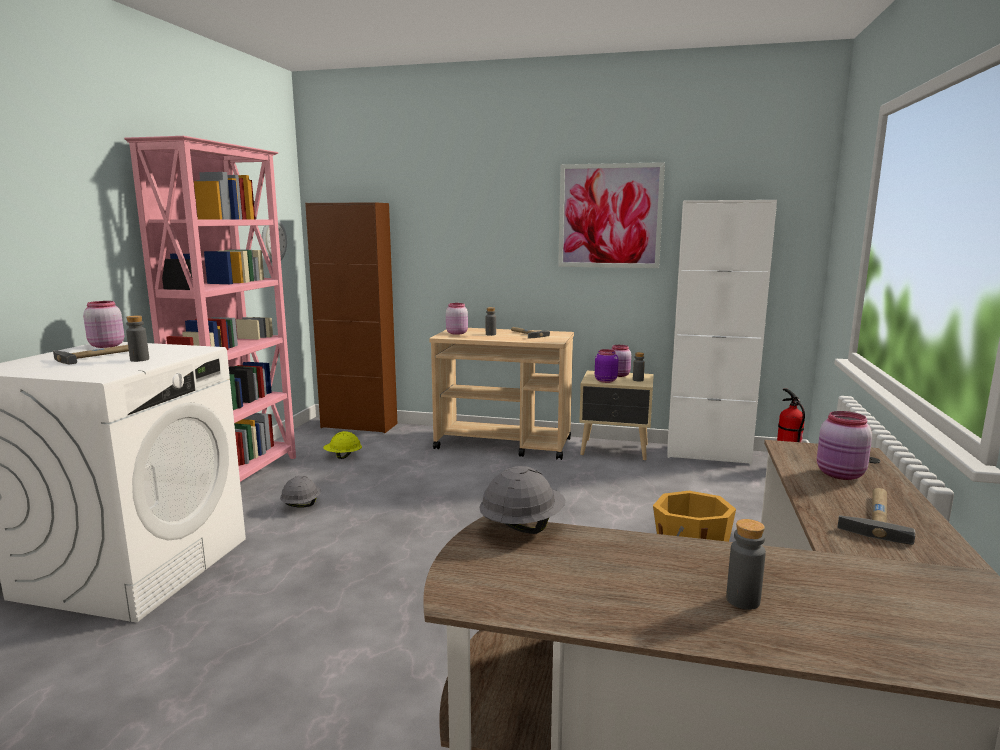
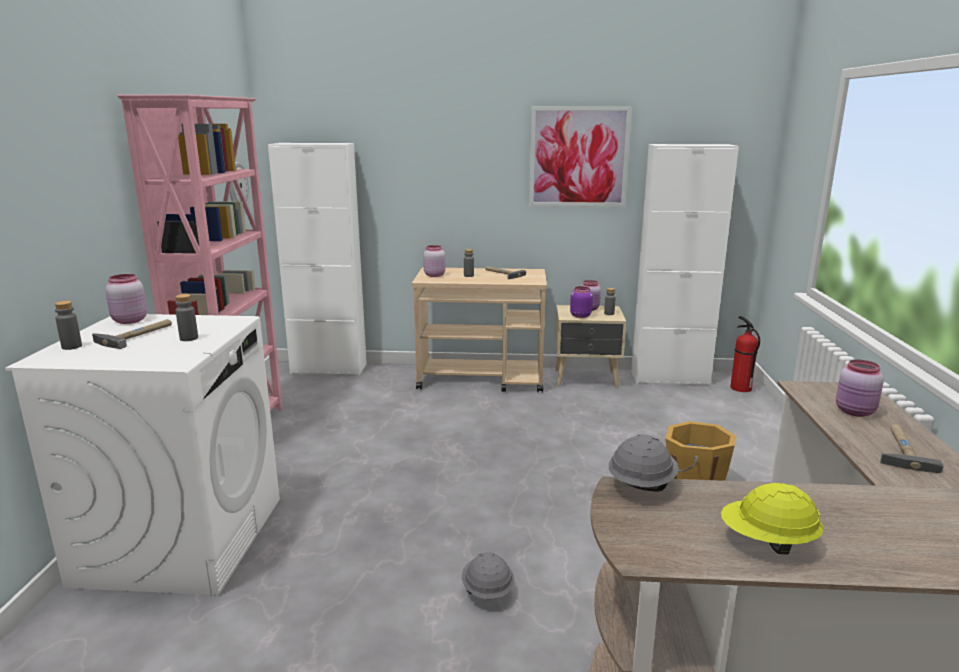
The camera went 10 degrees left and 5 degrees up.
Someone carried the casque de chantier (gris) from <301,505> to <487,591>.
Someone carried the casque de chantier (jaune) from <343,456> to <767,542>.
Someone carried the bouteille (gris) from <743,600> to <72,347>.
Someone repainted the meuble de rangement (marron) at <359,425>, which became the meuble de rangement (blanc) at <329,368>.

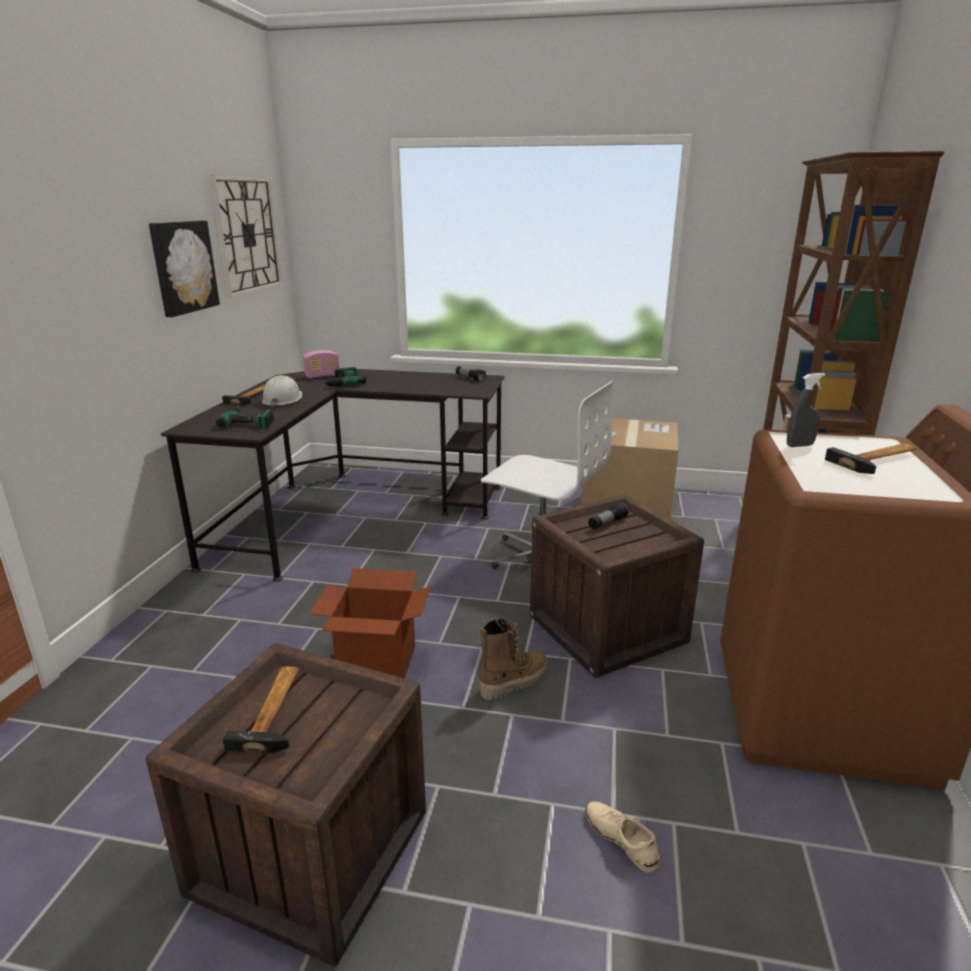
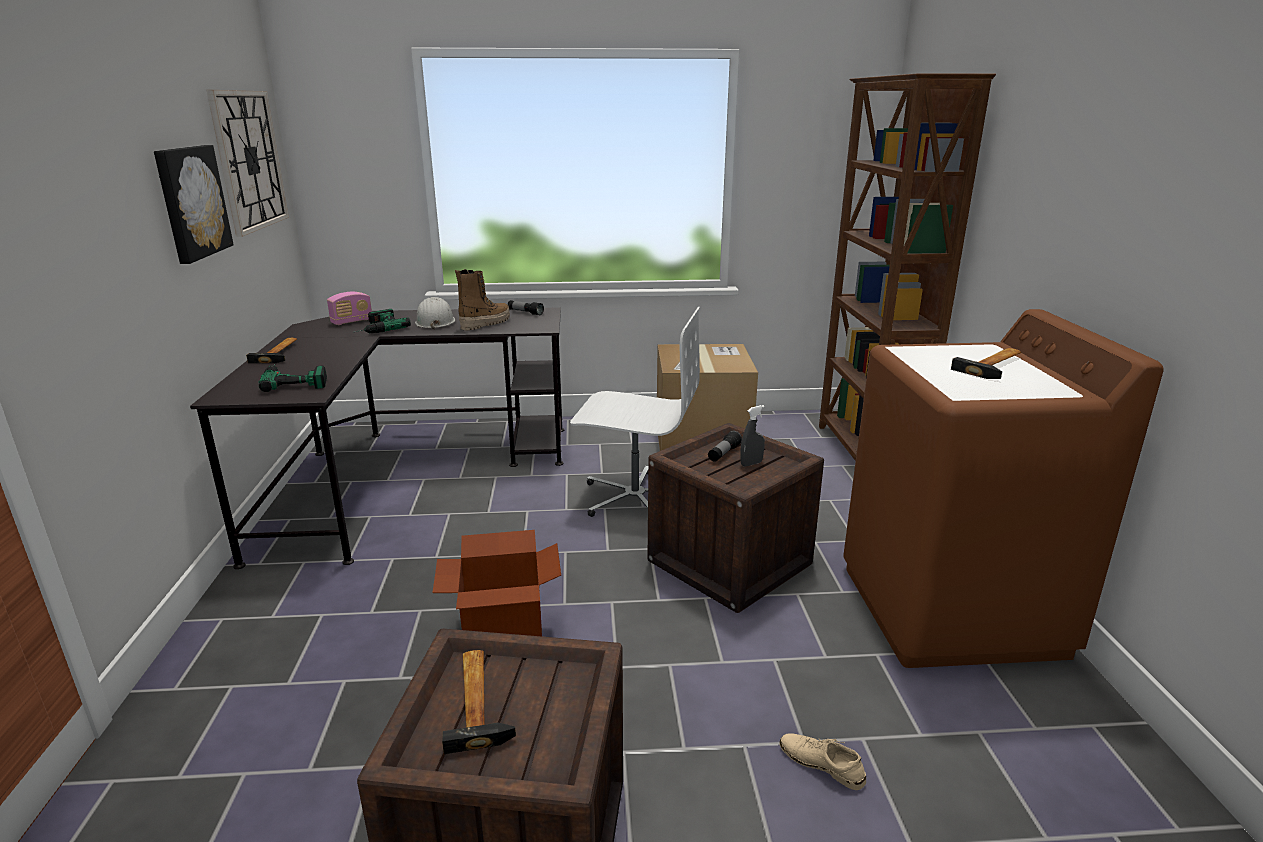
The camera went 15 degrees left and 0 degrees up.
Someone carried the casque de chantier (blanc) from <282,399> to <435,322>.
Someone carried the botte from <513,681> to <485,323>.
Someone carried the vaporisateur (gris) from <799,445> to <751,463>.

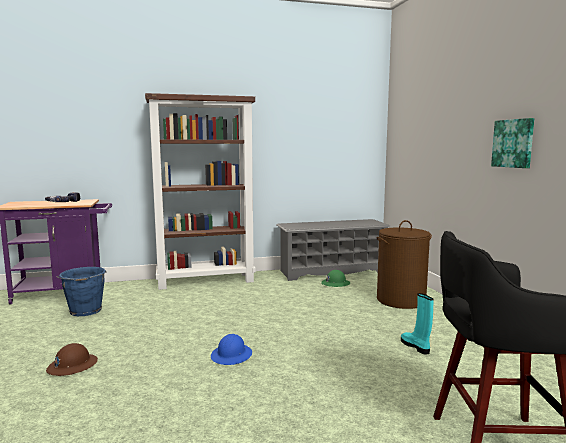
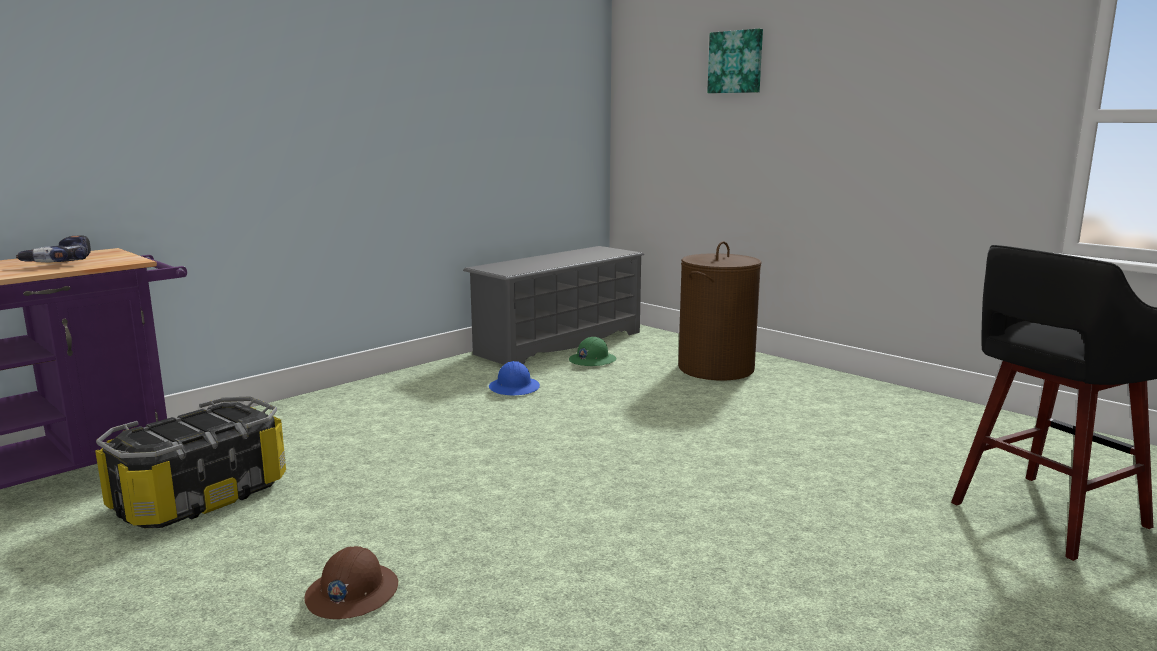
The camera went 30 degrees left and 5 degrees up.
Someone took away the bibliothèque (marron) at <206,281>.
Someone took away the botte (turquoise) at <416,347>.
Someone carried the casque de chantier (bleu) from <231,355> to <514,388>.
Someone carried the tableau from <513,143> to <736,62>.
Someone swapped the seau (bleu) at <85,311> for the boîte de rangement at <200,497>.

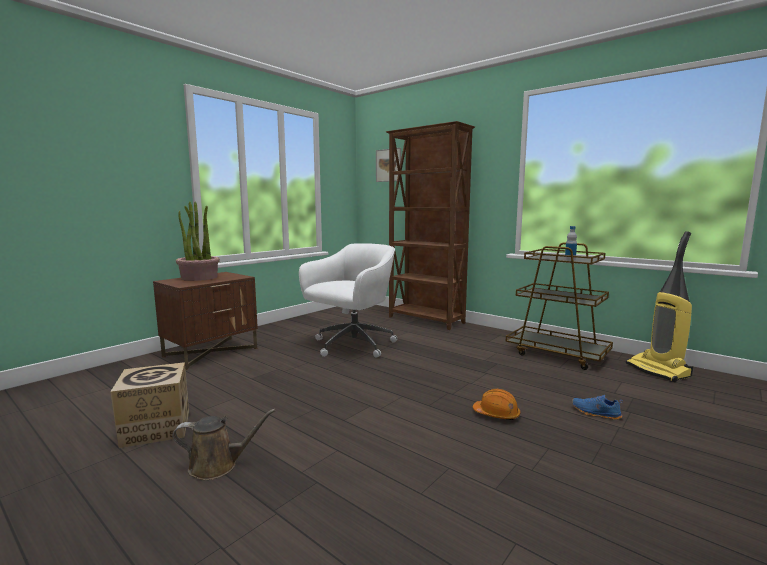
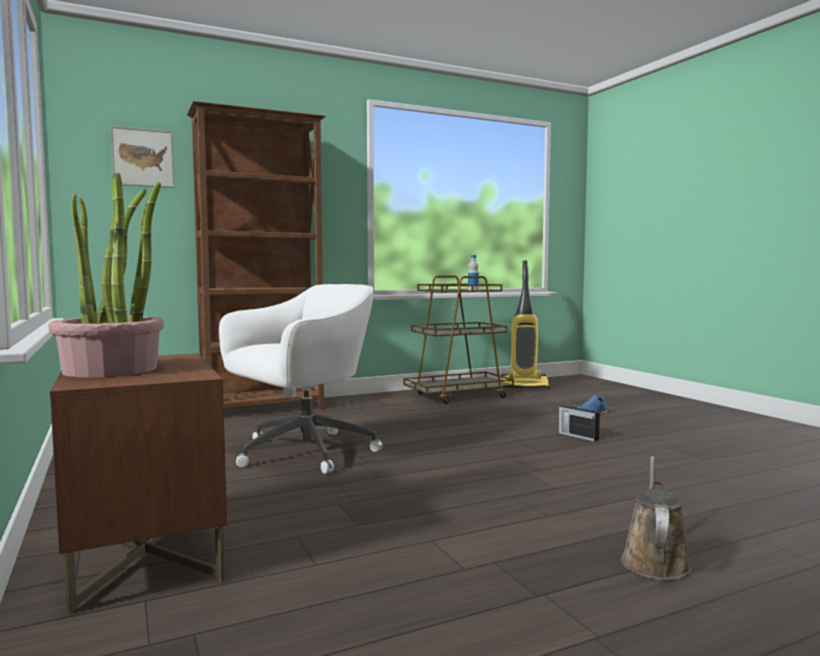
The camera went 65 degrees left and 5 degrees down.
Someone took away the carton at <156,428>.
Someone swapped the casque de chantier (orange) at <496,414> for the radio at <577,436>.
Someone rotated the chaise de bureau (blanc) at <352,345> by 75 degrees clockwise.

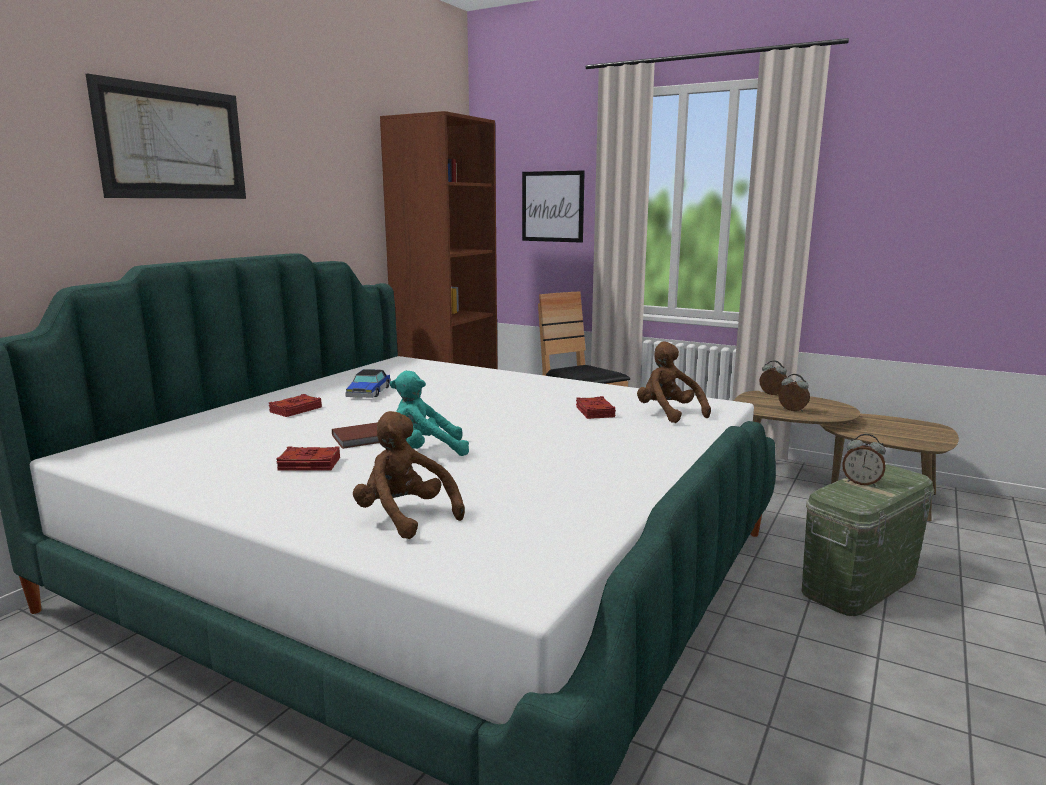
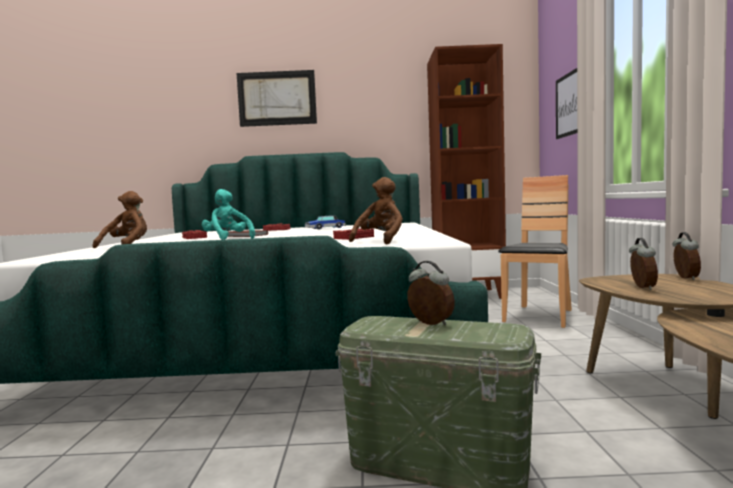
The camera went 60 degrees right and 10 degrees down.
Someone rotated the réveil at <861,483> by 135 degrees clockwise.

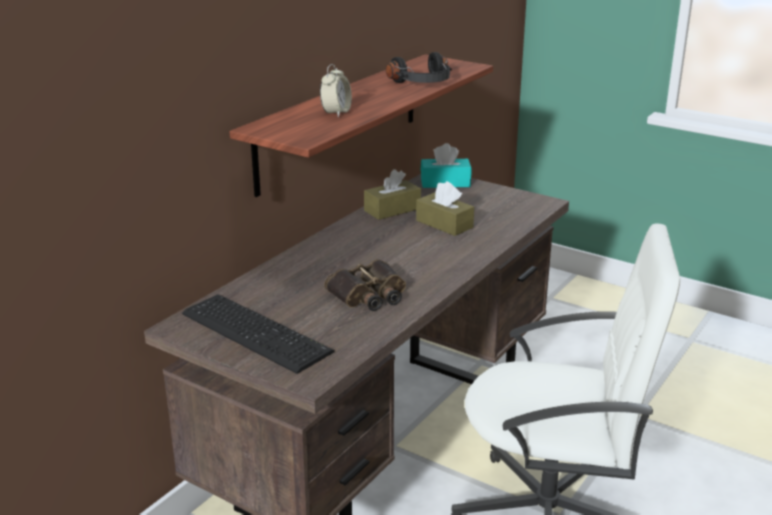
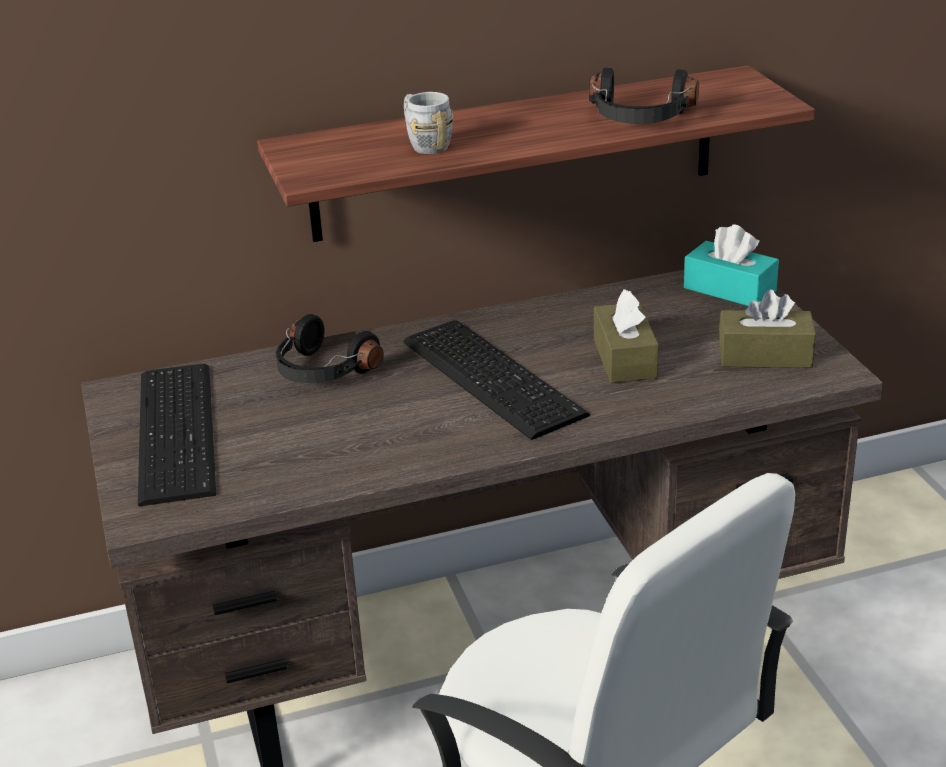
The camera went 40 degrees right and 5 degrees up.
Someone took away the jumelles at <369,295>.
Someone put down the casque audio (noir) at <322,371>.
Someone put down the clavier at <494,375>.
Someone carried the boîte à mouchoirs (marron) from <392,209> to <765,355>.
Someone swapped the réveil at <336,113> for the mug (gris) at <425,144>.

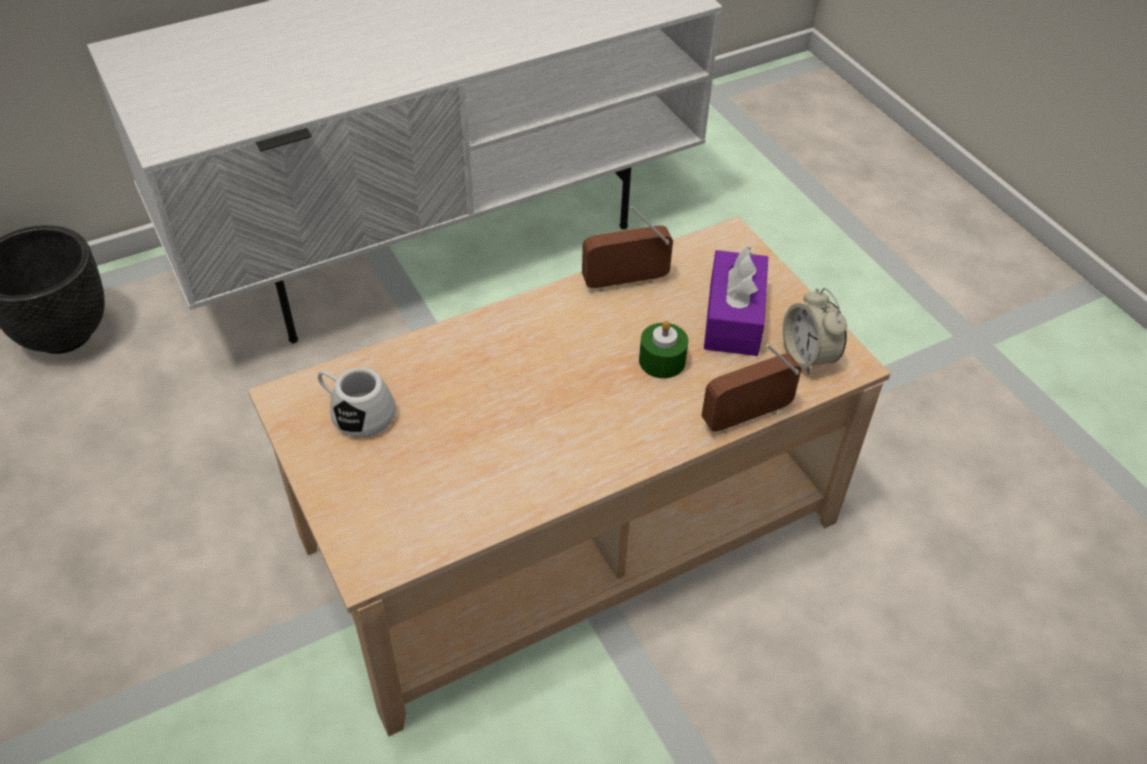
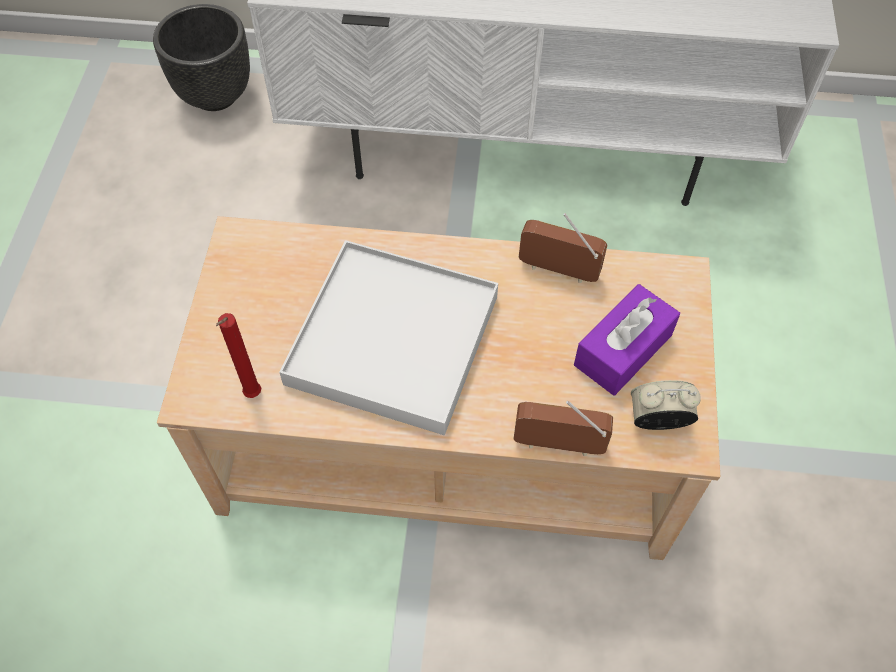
The camera went 35 degrees right and 10 degrees up.
Someone took away the mug (blanc) at <356,412>.
Someone took away the bougie (vert) at <662,361>.
Someone put down the bougie (rouge) at <251,396>.
Someone put down the plateau (blanc) at <393,340>.
Someone rotated the réveil at <808,356> by 75 degrees clockwise.

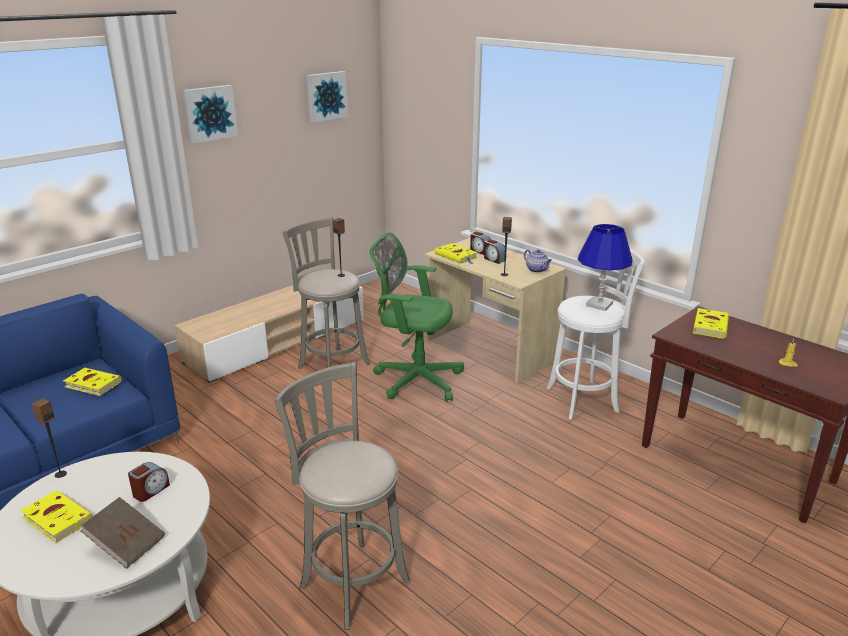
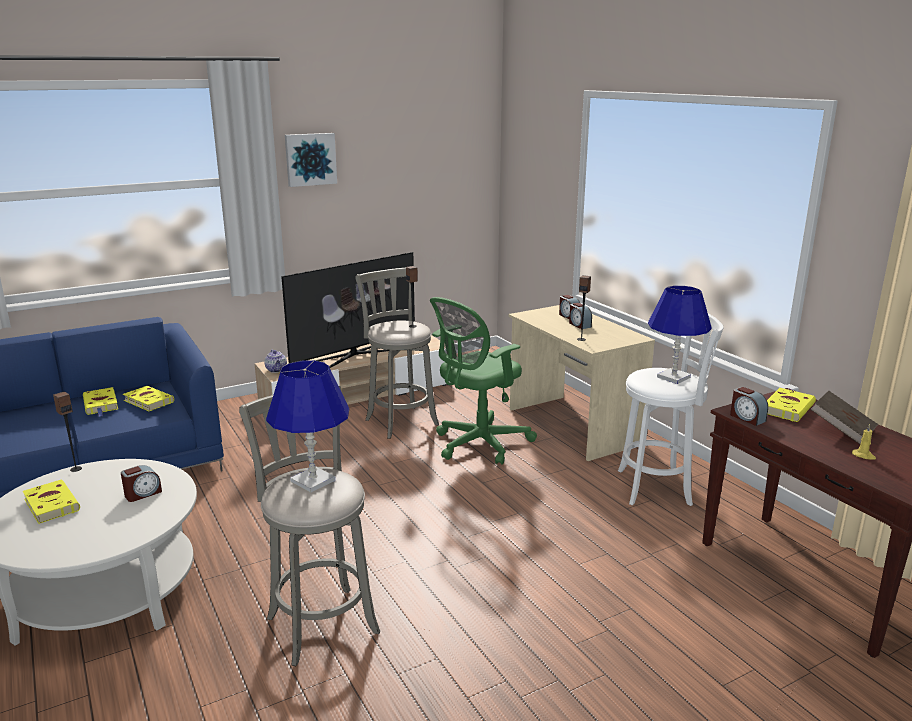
The camera went 15 degrees right and 5 degrees down.
Someone took away the tableau at <326,96>.
Someone put down the lampe de table (bleu) at <313,481>.
Someone put down the téléviseur at <354,356>.
Someone put down the réveil at <747,418>.
Someone carried the livre (marron) from <126,544> to <841,430>.
Someone carried the livre (jaune) from <457,256> to <101,404>.
Someone carried the théière from <537,270> to <276,370>.
Someone rotated the chaise de bureau (vert) at <415,379> by 75 degrees counterclockwise.

